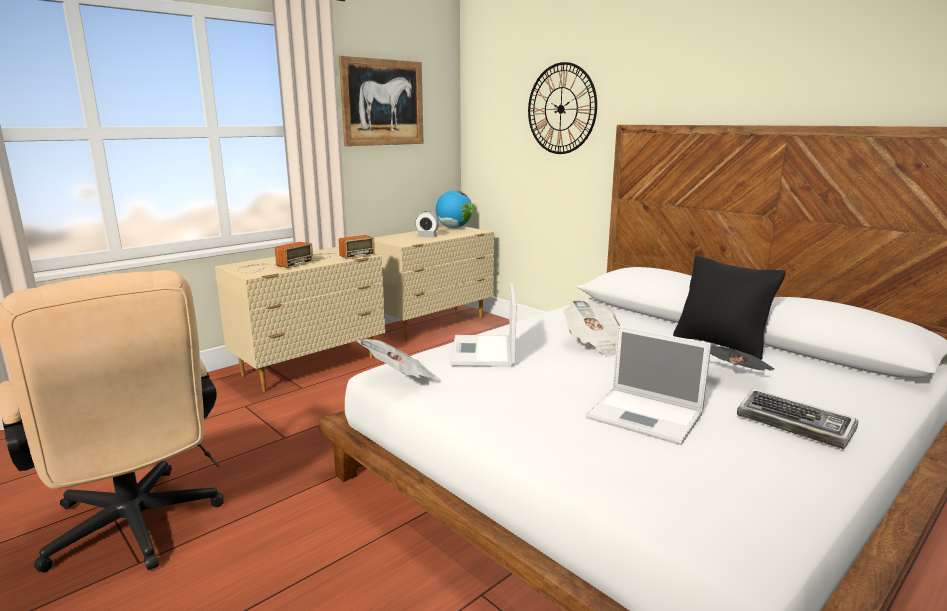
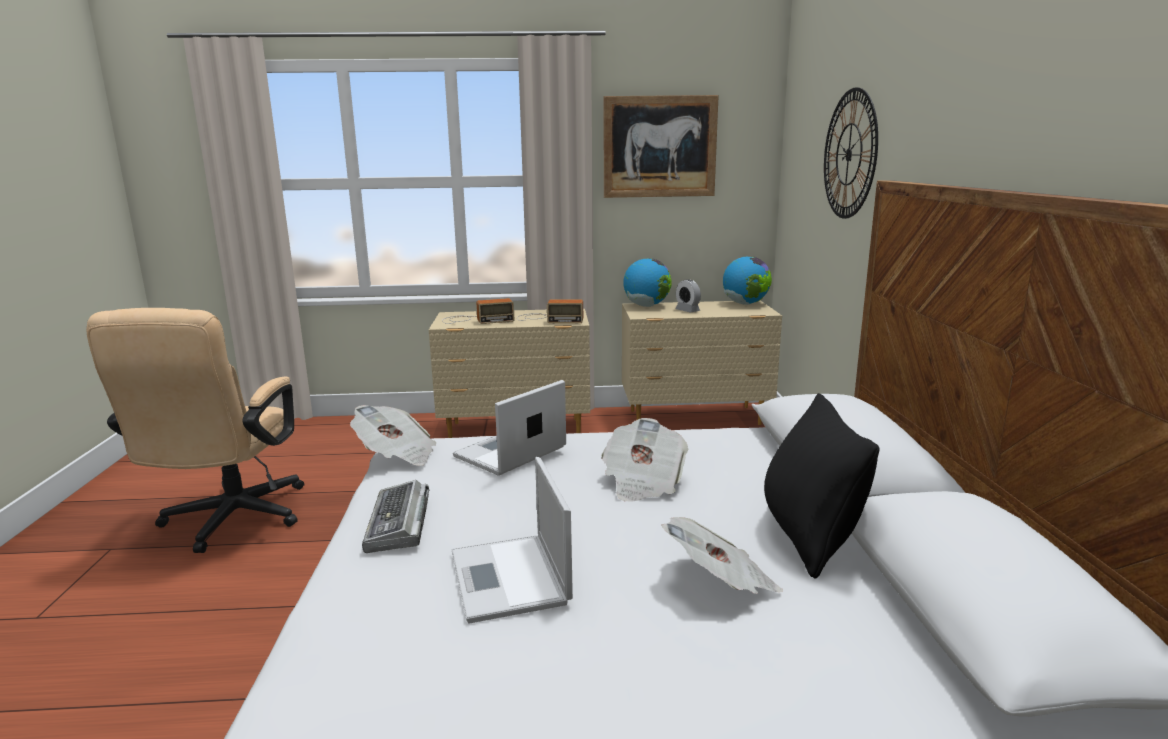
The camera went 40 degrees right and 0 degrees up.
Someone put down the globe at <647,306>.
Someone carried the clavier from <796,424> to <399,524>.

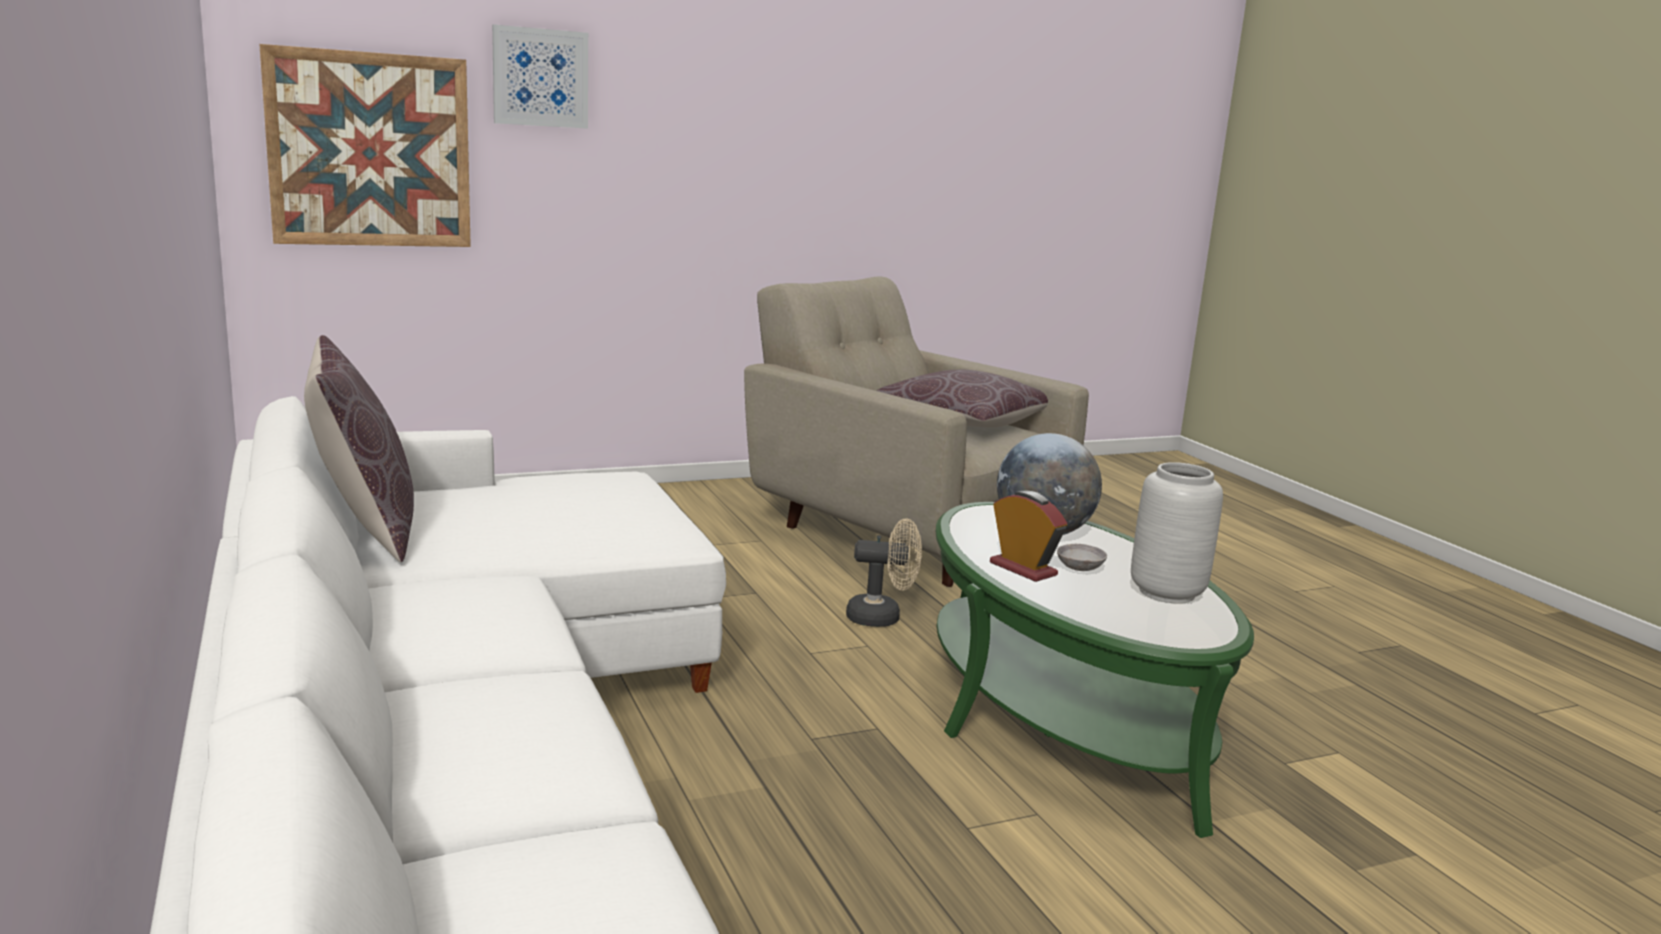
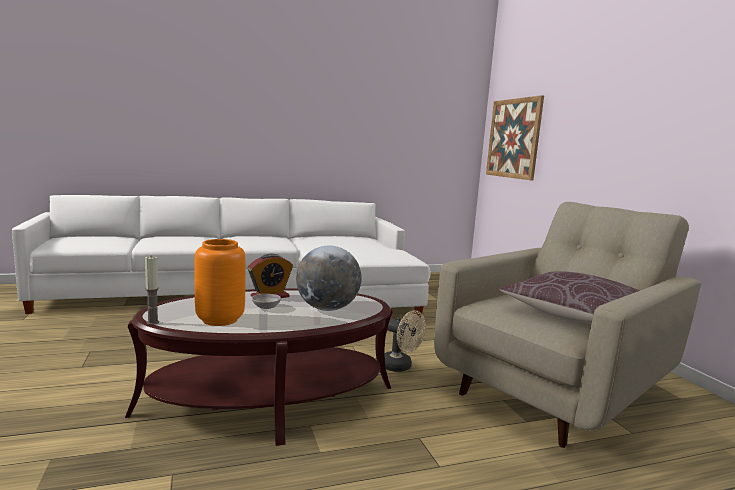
The camera went 95 degrees right and 5 degrees down.
Someone took away the coussin (marron) at <364,529>.
Someone took away the tableau at <540,77>.
Someone put down the bougie at <153,322>.
Someone repainted the table basse (vert) at <1060,716>, which became the table basse (marron) at <268,399>.
Someone repainted the vase (gris) at <1165,592>, which became the vase (orange) at <221,320>.
Someone rotated the ventilateur (beige) at <882,617> by 60 degrees counterclockwise.

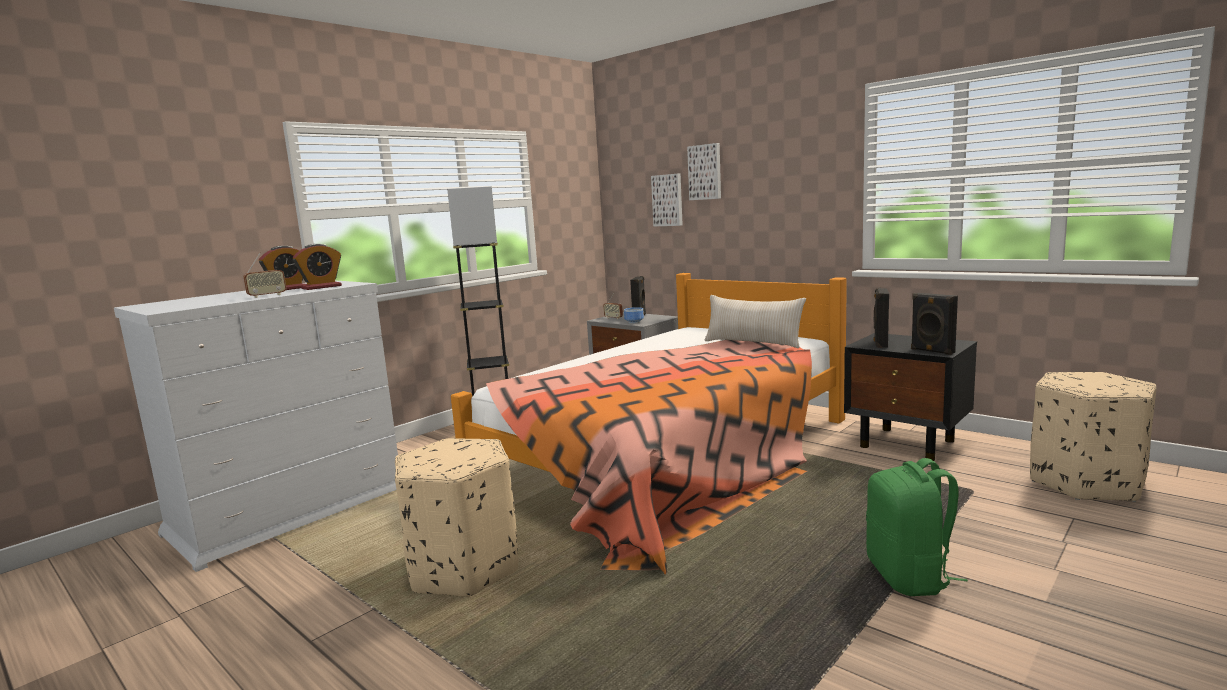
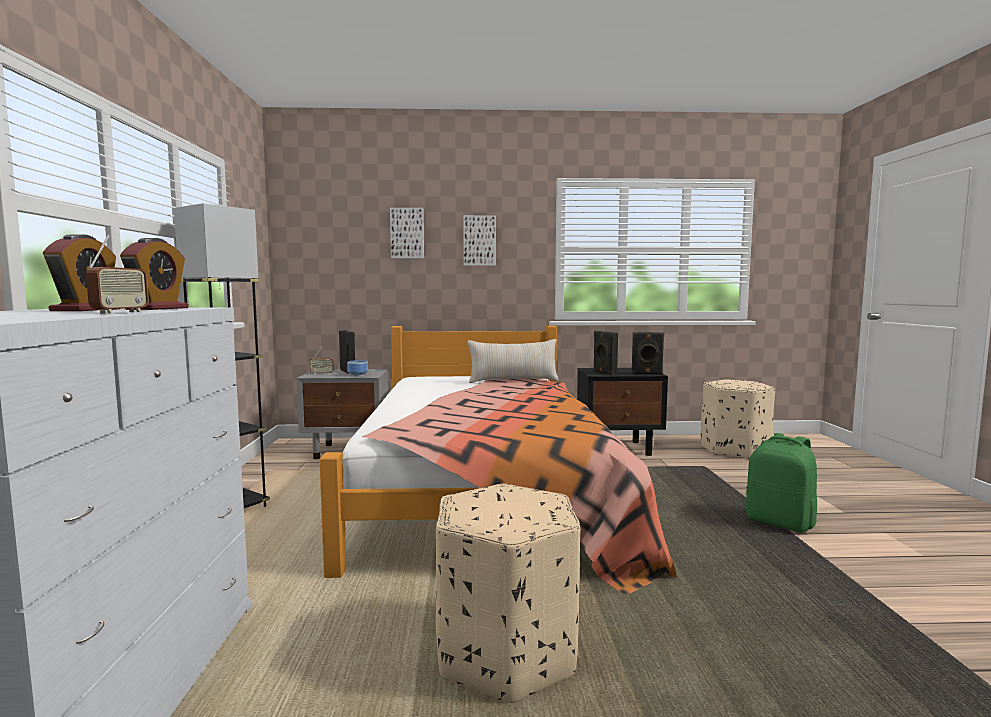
The camera went 45 degrees left and 5 degrees down.
Someone carried the tableau from <668,200> to <479,241>.

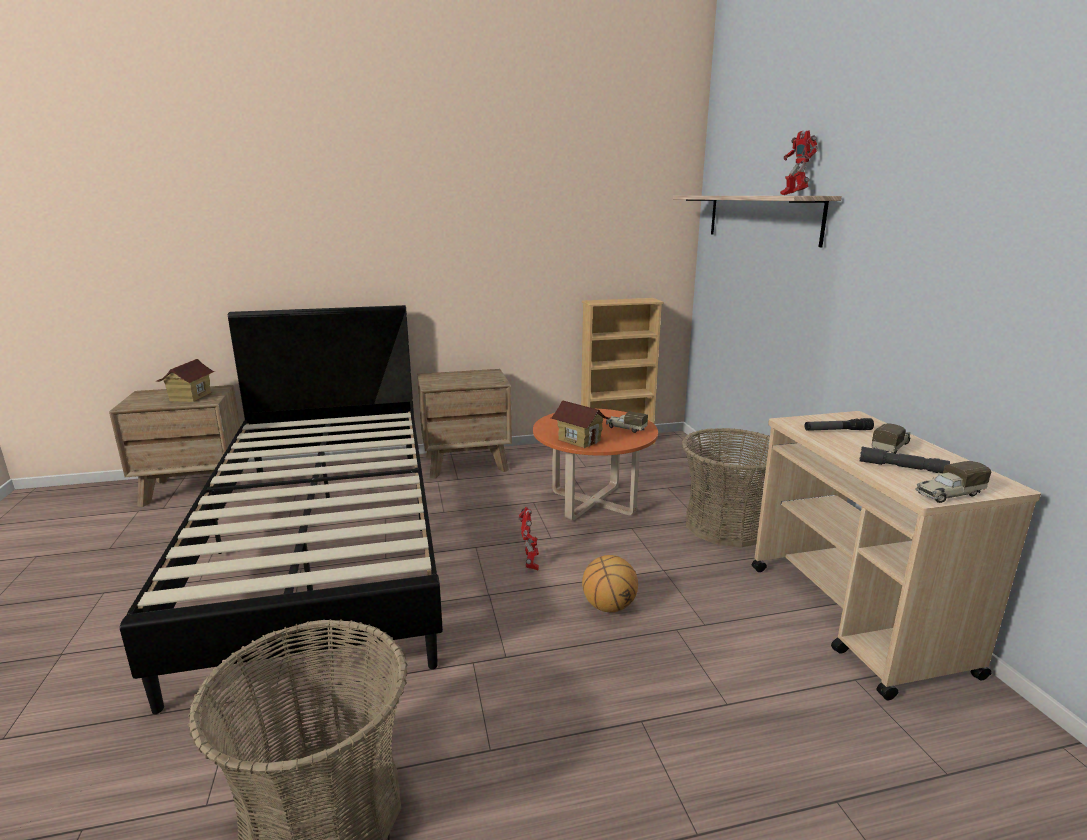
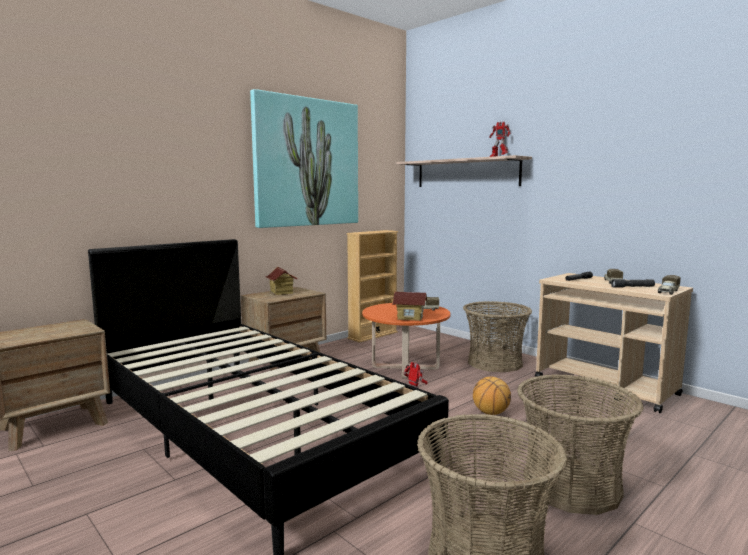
The camera went 30 degrees left and 10 degrees down.
Someone put up the tableau at <306,163>.
Someone put down the panier at <571,486>.
Someone carried the maison miniature from <190,397> to <281,292>.

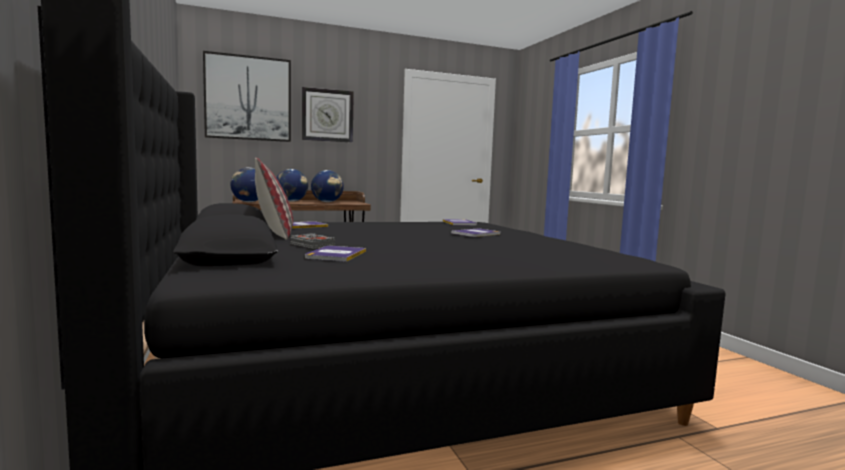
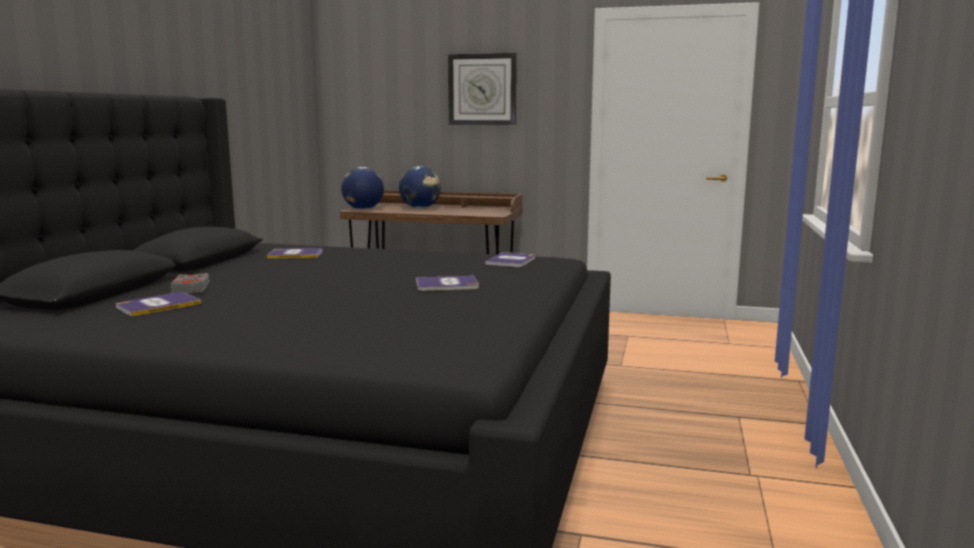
The camera went 35 degrees right and 5 degrees up.
Someone took away the tableau at <248,98>.
Someone took away the coussin at <274,234>.
Someone took away the globe at <327,202>.

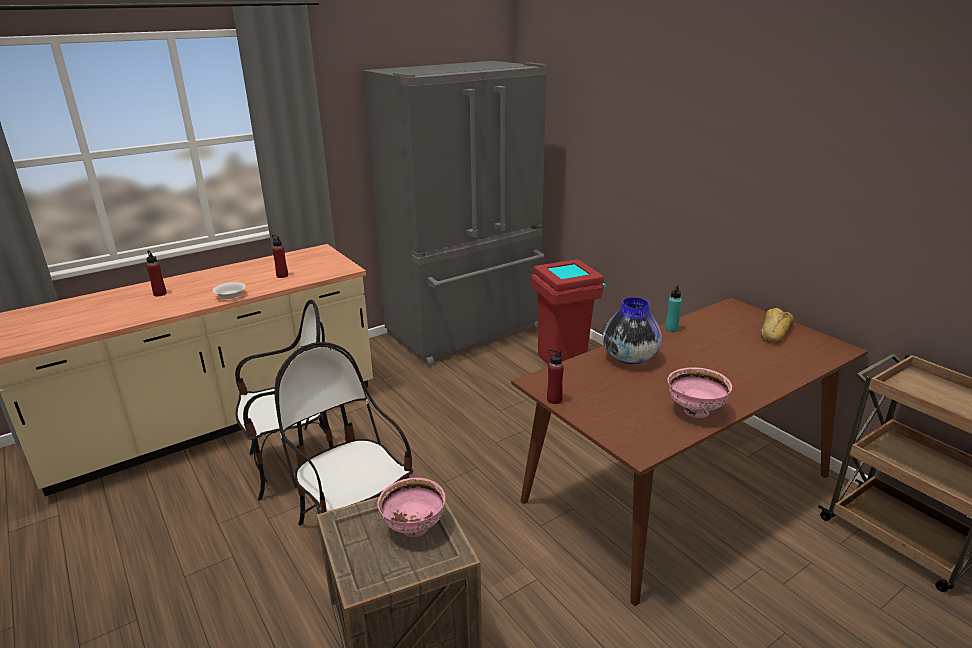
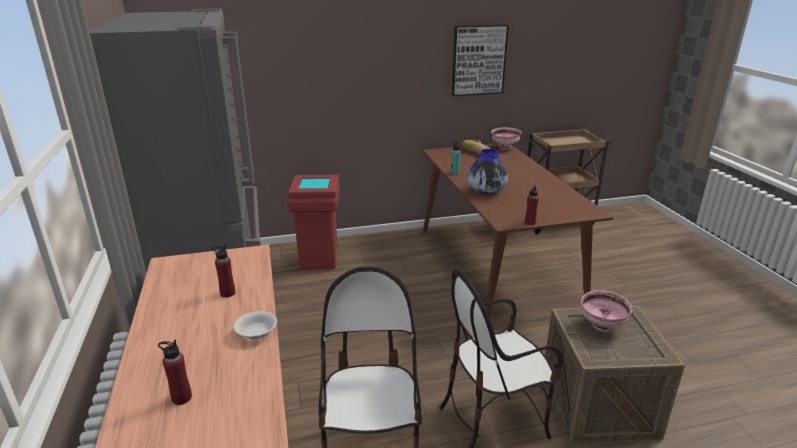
The camera went 70 degrees left and 0 degrees up.
Someone put up the tableau at <478,60>.
Someone carried the bol (rose) from <694,411> to <505,148>.

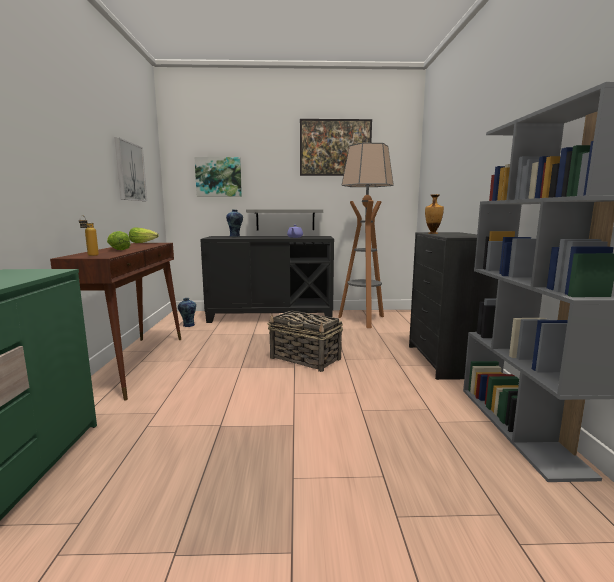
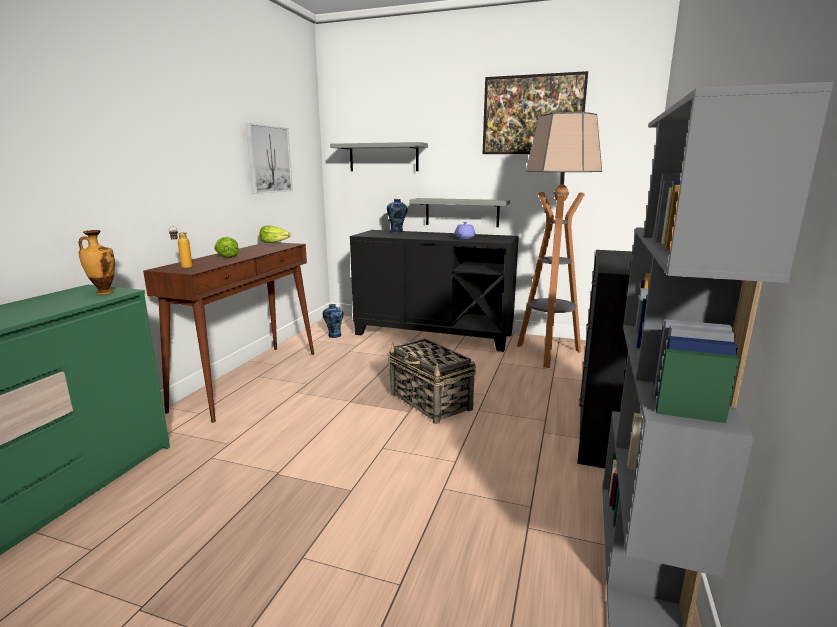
The camera went 20 degrees right and 5 degrees up.
Someone carried the vase from <432,233> to <103,292>.
Someone swapped the tableau at <218,177> for the étagère (gris) at <383,157>.

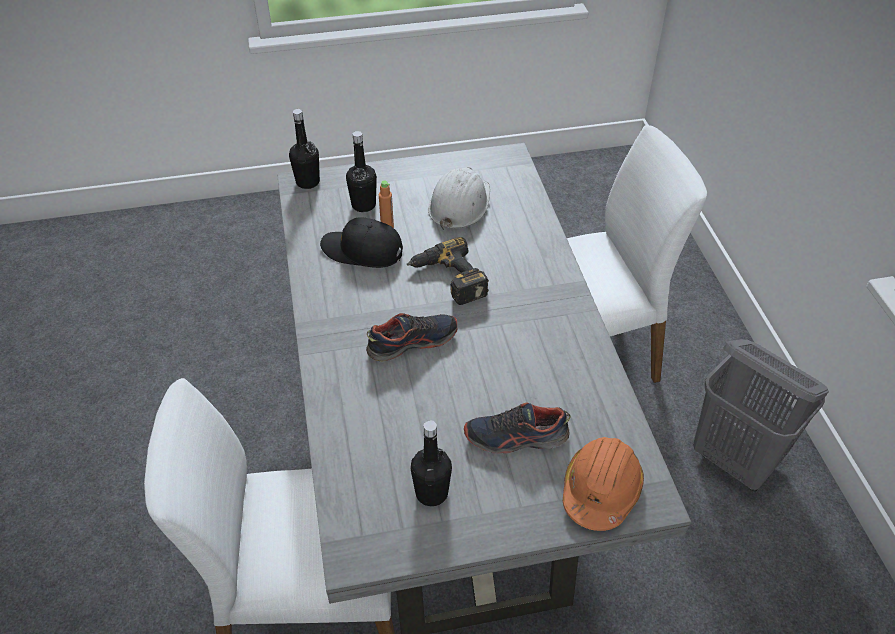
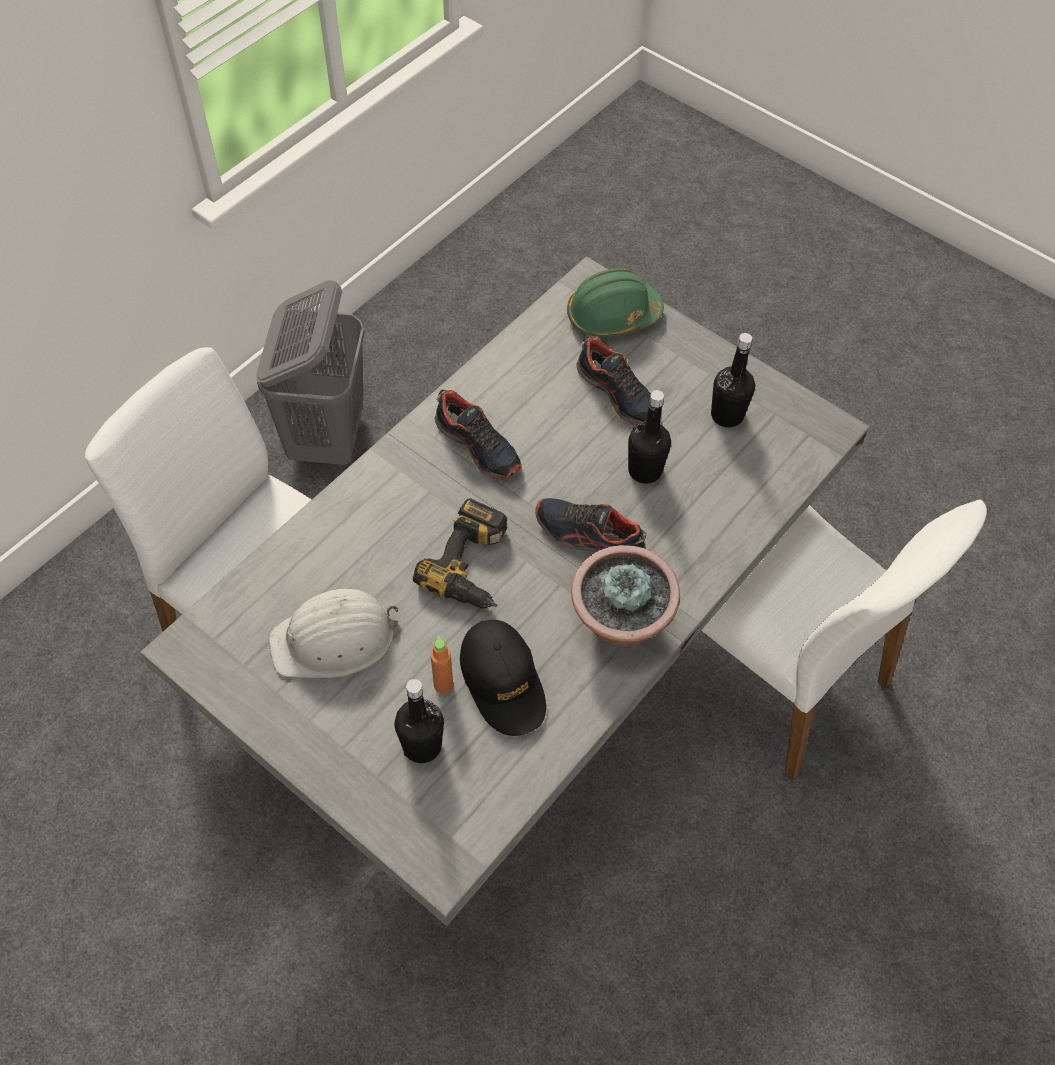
The camera went 130 degrees left and 10 degrees up.
Someone put down the chaussure at <478,446>.
Someone put down the plante en pot at <620,623>.
Someone carried the bouteille (noir) from <308,182> to <645,470>.
Someone repainted the casque de chantier (orange) at <600,490>, which became the casque de chantier (vert) at <612,316>.

